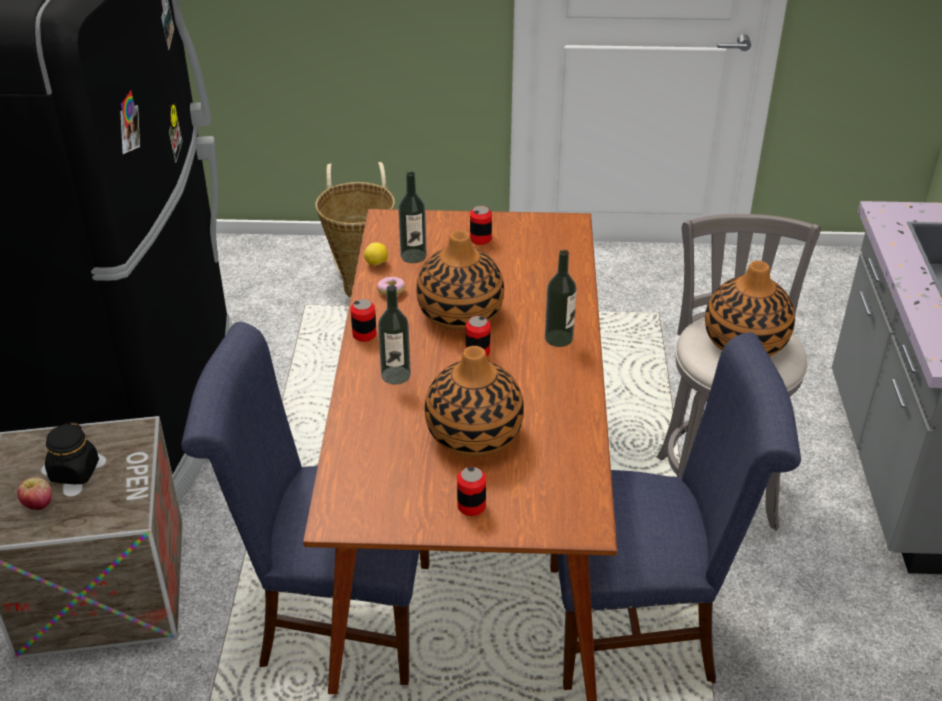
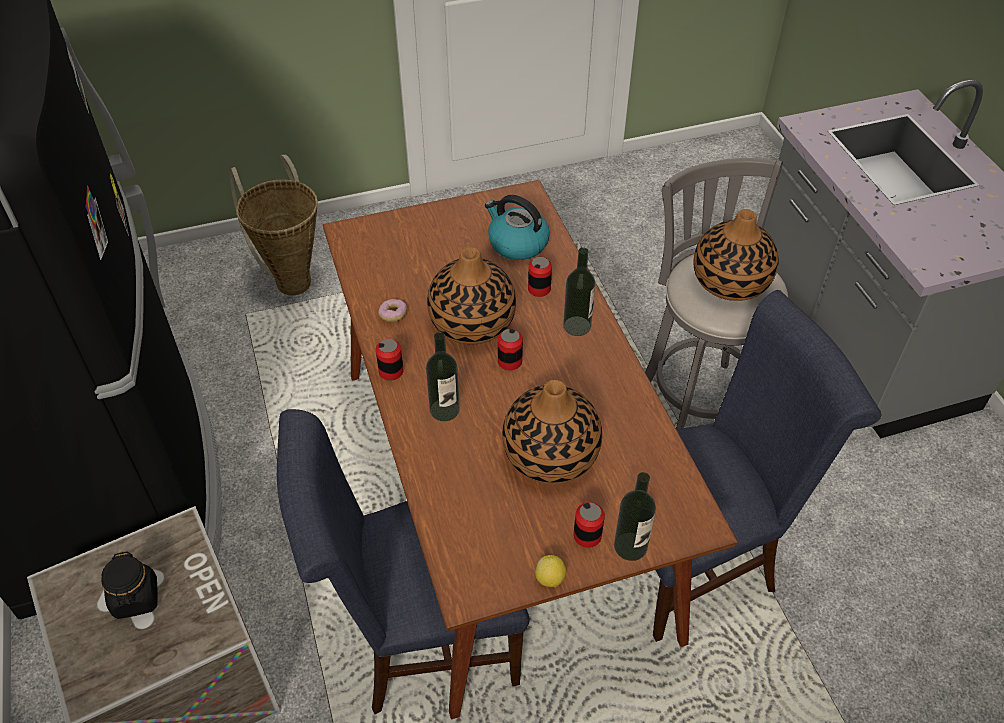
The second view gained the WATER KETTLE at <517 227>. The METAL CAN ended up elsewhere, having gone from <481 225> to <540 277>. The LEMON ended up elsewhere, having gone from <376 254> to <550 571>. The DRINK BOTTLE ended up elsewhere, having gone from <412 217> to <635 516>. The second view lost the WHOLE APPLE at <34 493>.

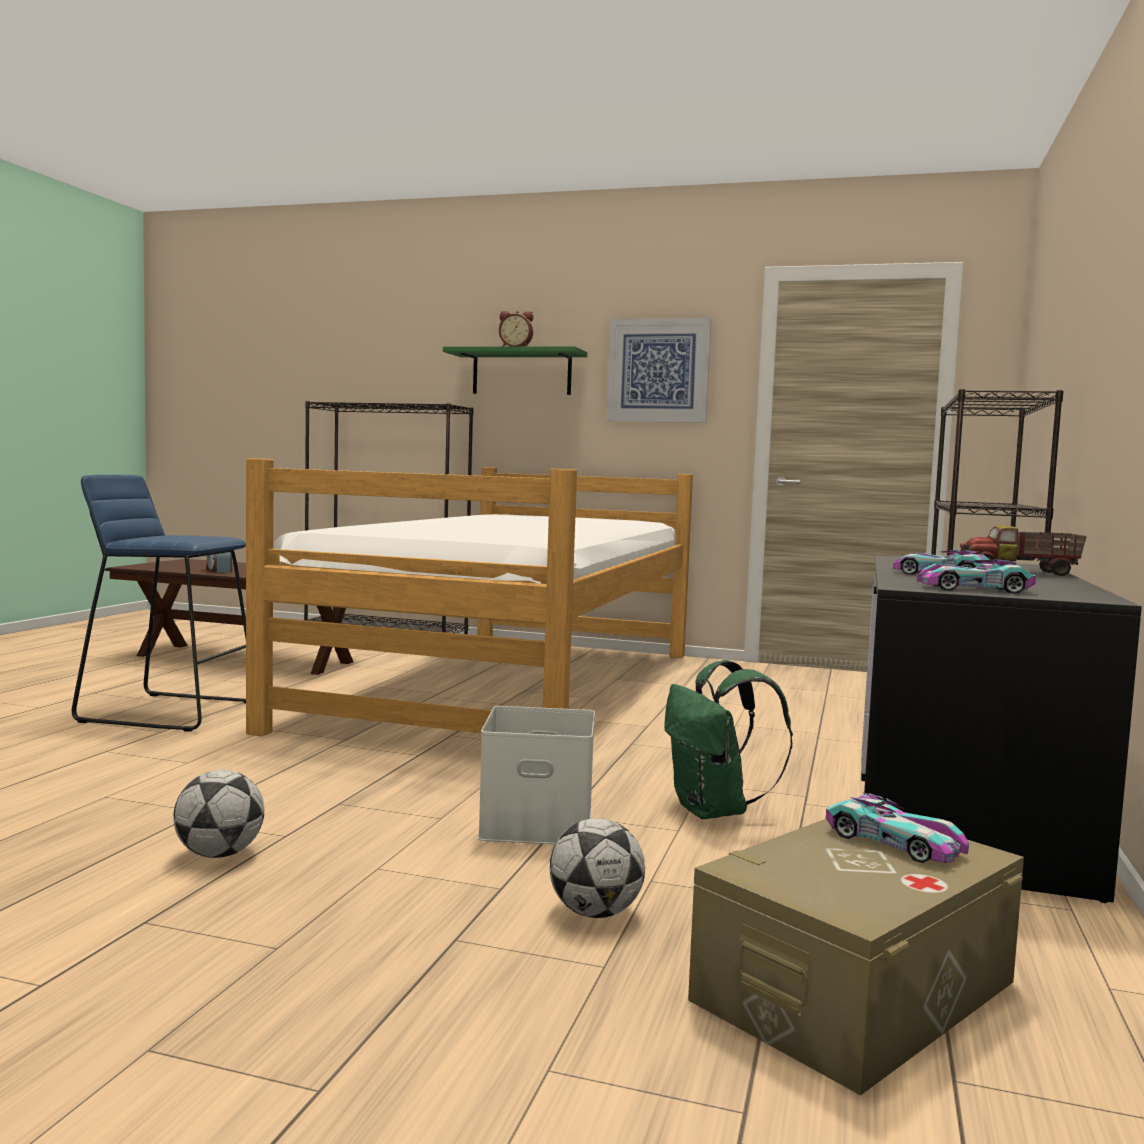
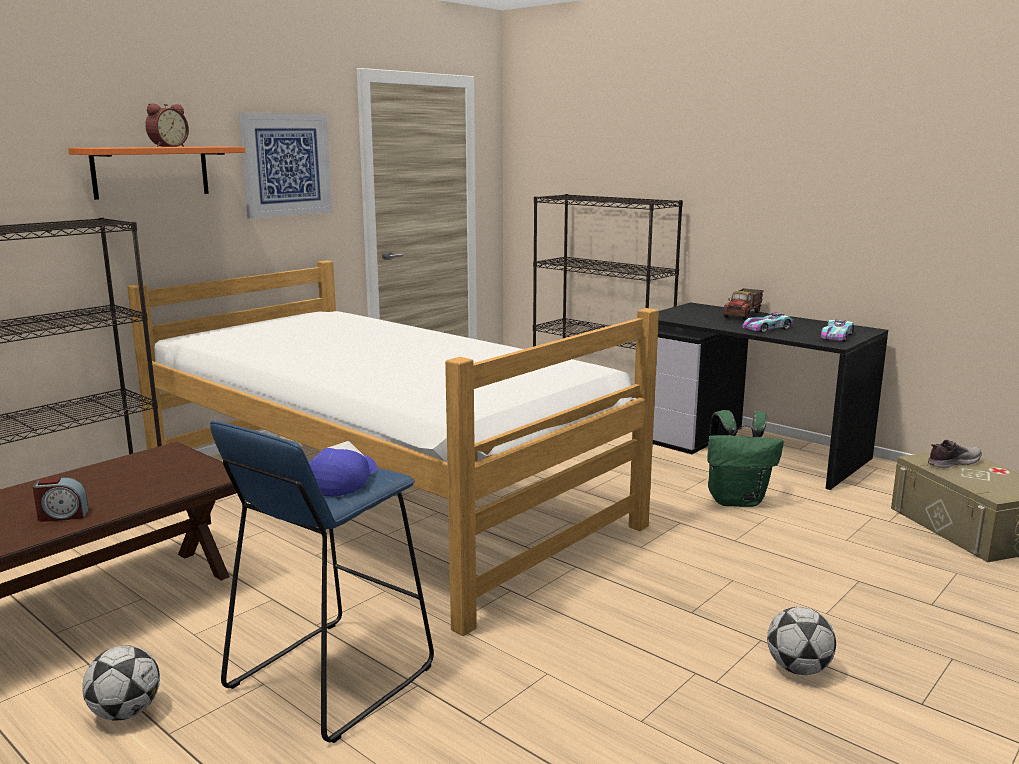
What was the GREENISH WALL SHELF at <515 370> turned into the ORANGE-COLOURED WALL SHELF at <156 173>. The FOOTBALL BALL ended up elsewhere, having gone from <597 868> to <121 683>. The second view gained the BASEBALL CAP at <343 468>. Where the MINIATURE CAR stood at <897 828>, the ITEM OF FOOTWEAR came to stand at <955 454>. The second view lost the WHITE STORAGE BOX at <536 775>.

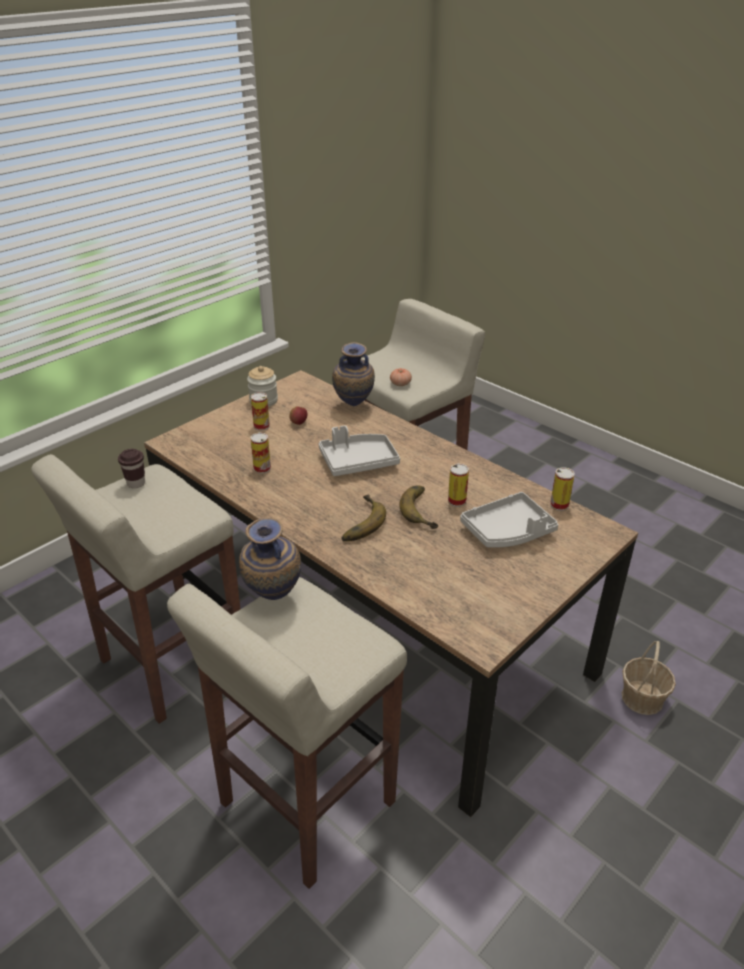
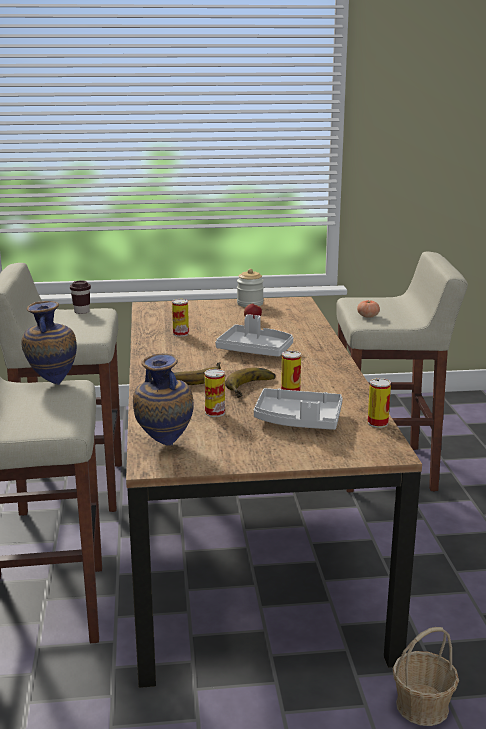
The FLOWER VASE ended up elsewhere, having gone from <353 374> to <163 400>. The METAL CAN ended up elsewhere, having gone from <260 411> to <214 393>.

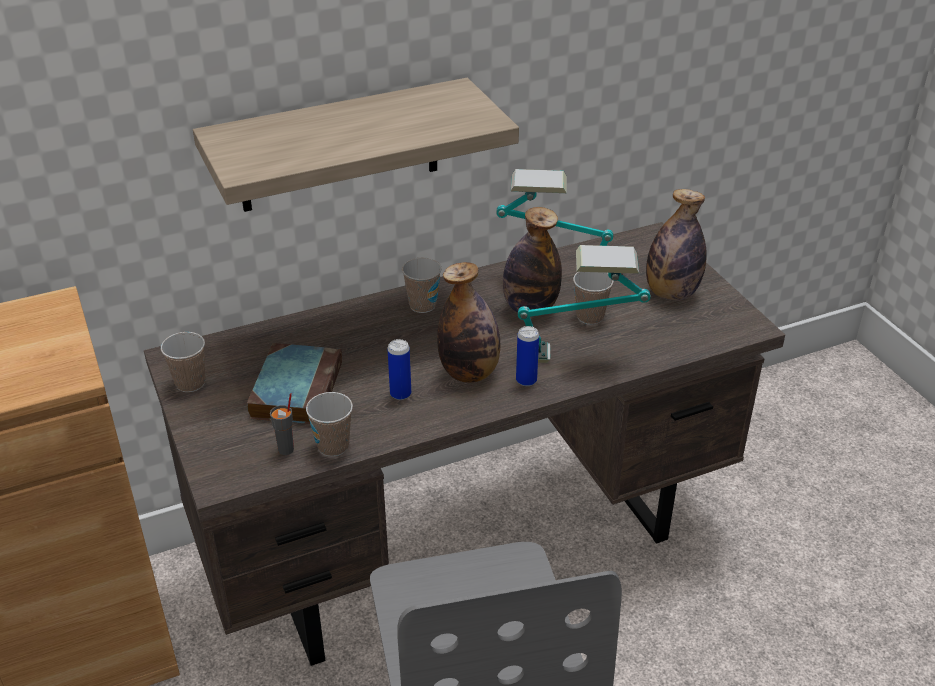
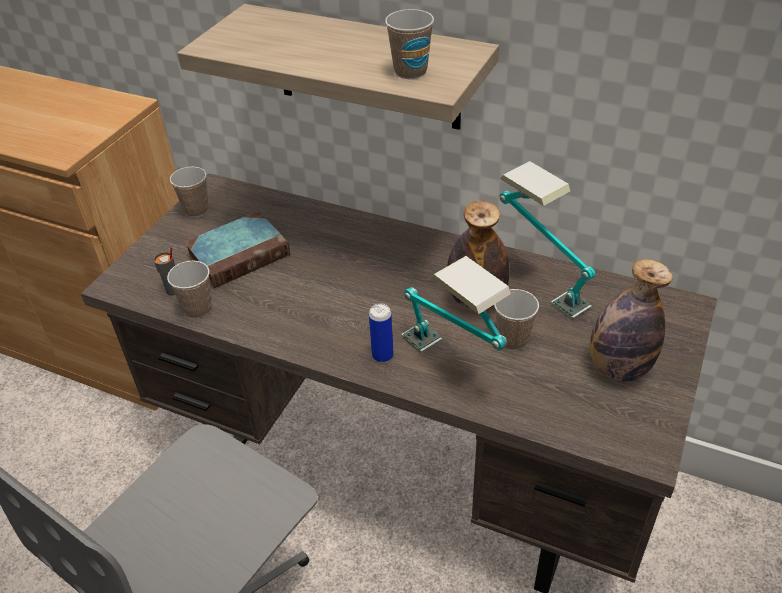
The CUP ended up elsewhere, having gone from <422 285> to <409 44>. The second view lost the METAL CAN at <399 369>. The second view lost the DRINK BOTTLE at <468 322>.

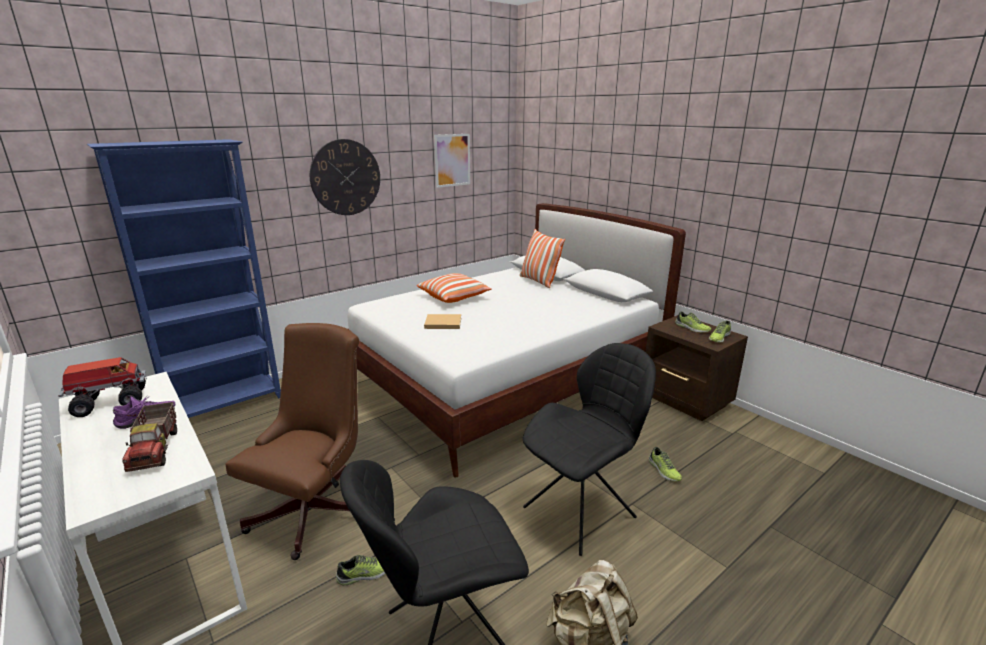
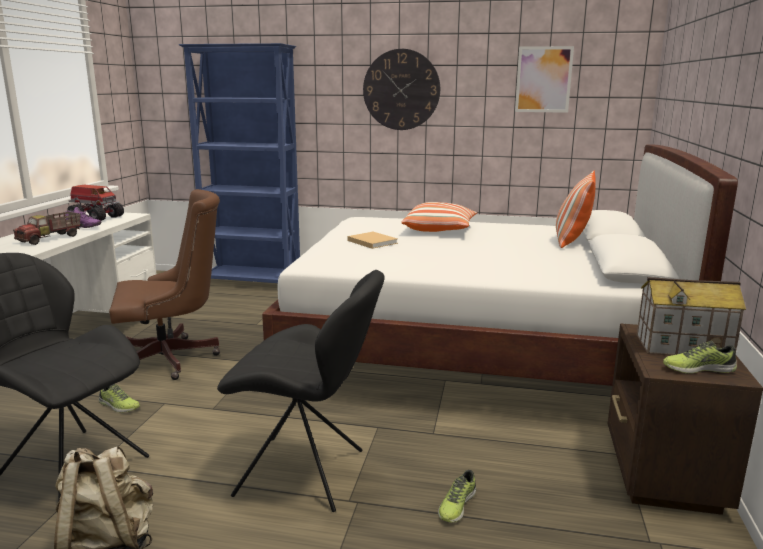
Where the ITEM OF FOOTWEAR stood at <693 322>, the TOY HOUSE came to stand at <691 316>.

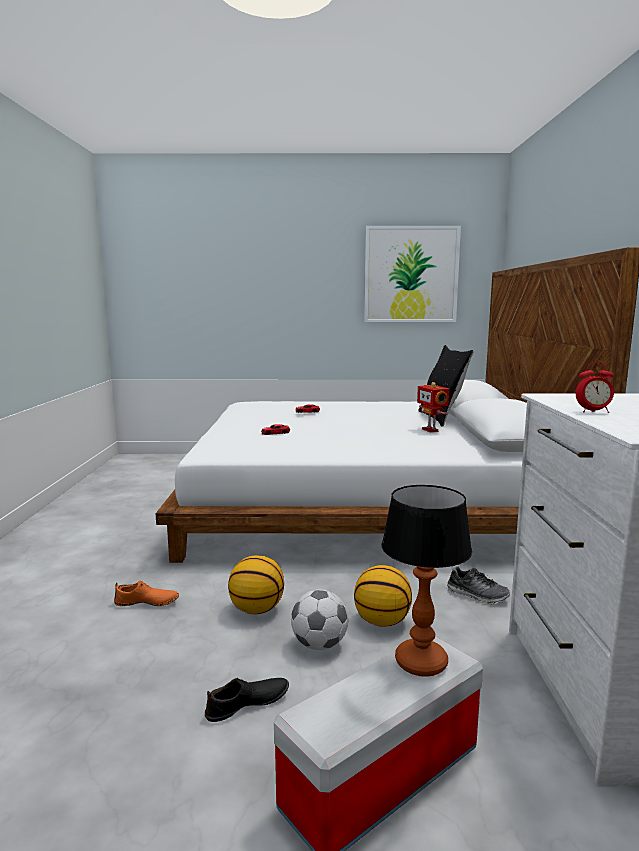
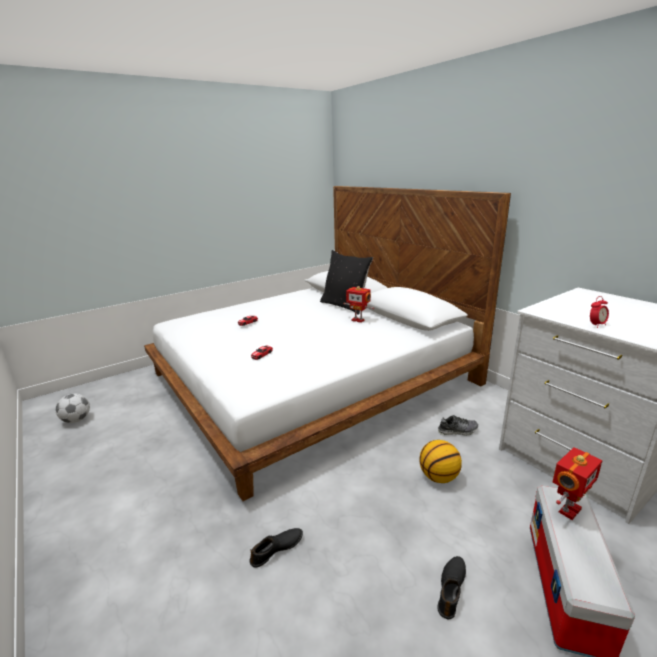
The FOOTBALL BALL ended up elsewhere, having gone from <319 619> to <73 408>. What was the ORANGE-COLOURED ITEM OF FOOTWEAR at <146 593> turned into the BLACKISH ITEM OF FOOTWEAR at <276 548>. Where the LAMP FOR A TABLE stood at <426 581>, the ROBOT FIGURE came to stand at <577 483>. The second view lost the BASKETBALL at <256 584>. The second view lost the WALL ART at <412 274>.

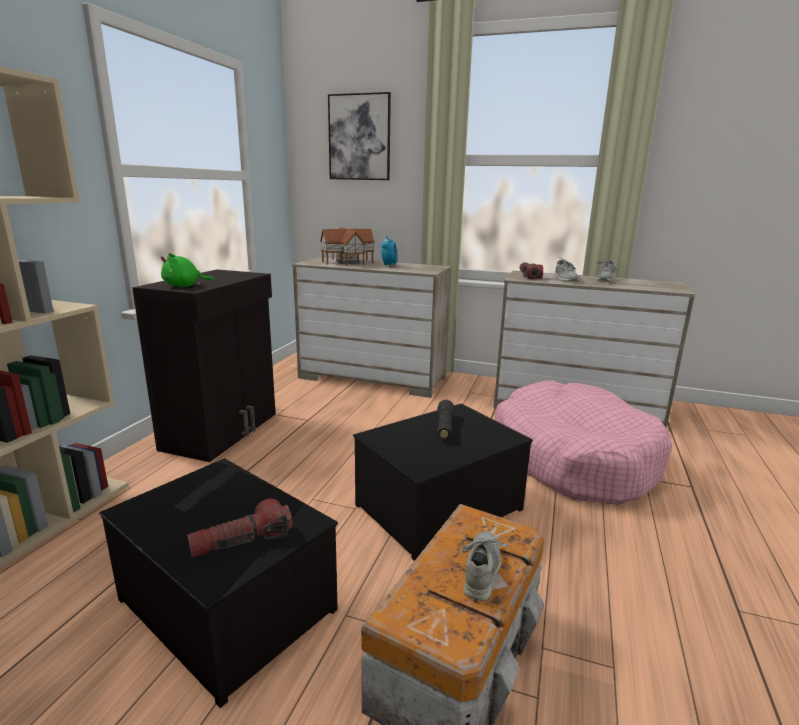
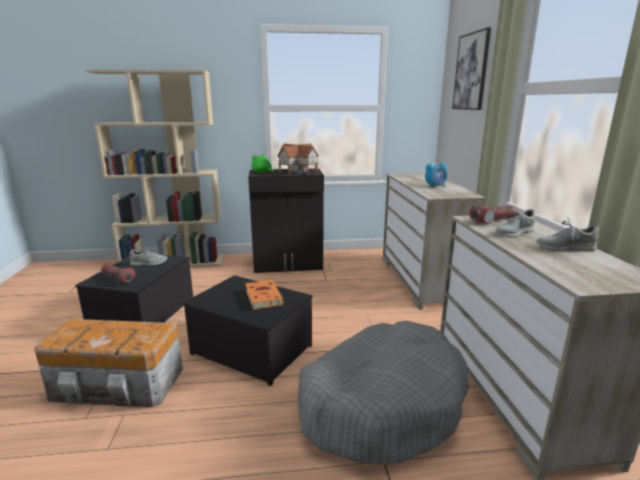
The GREYISH ITEM OF FOOTWEAR ended up elsewhere, having gone from <485 566> to <149 257>. Where the BLACKISH TORCH stood at <446 420>, the ORANGE-COLOURED VOLUME came to stand at <264 295>. The TOY HOUSE ended up elsewhere, having gone from <347 246> to <298 159>. What was the PINK DOG BED at <583 442> turned into the GREYISH DOG BED at <383 393>.

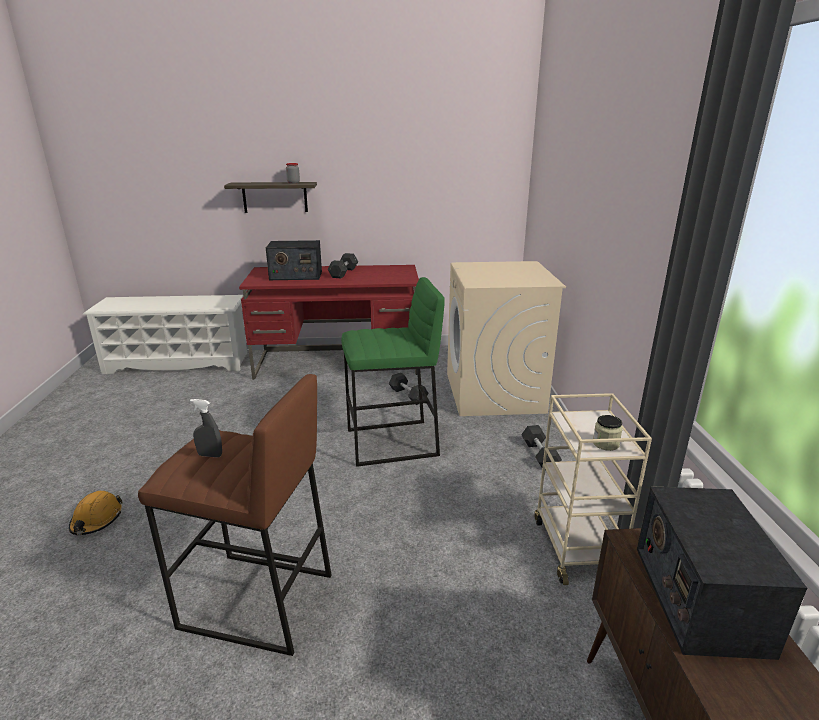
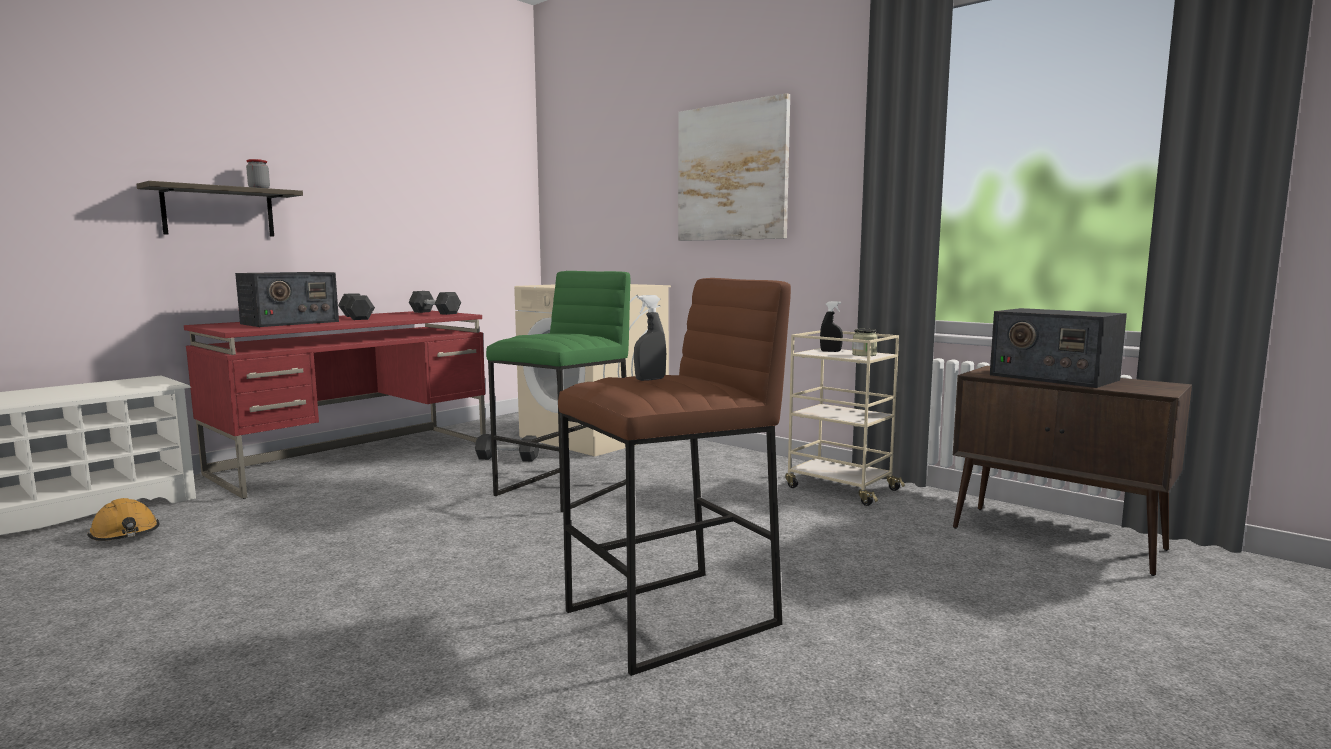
The ORANGE-COLOURED HARD HAT ended up elsewhere, having gone from <95 513> to <123 519>. The GREYISH FREE WEIGHT ended up elsewhere, having gone from <541 447> to <435 303>. The second view gained the WALL ART at <734 167>. The second view gained the BLACKISH HAND SPRAYER at <831 326>.

